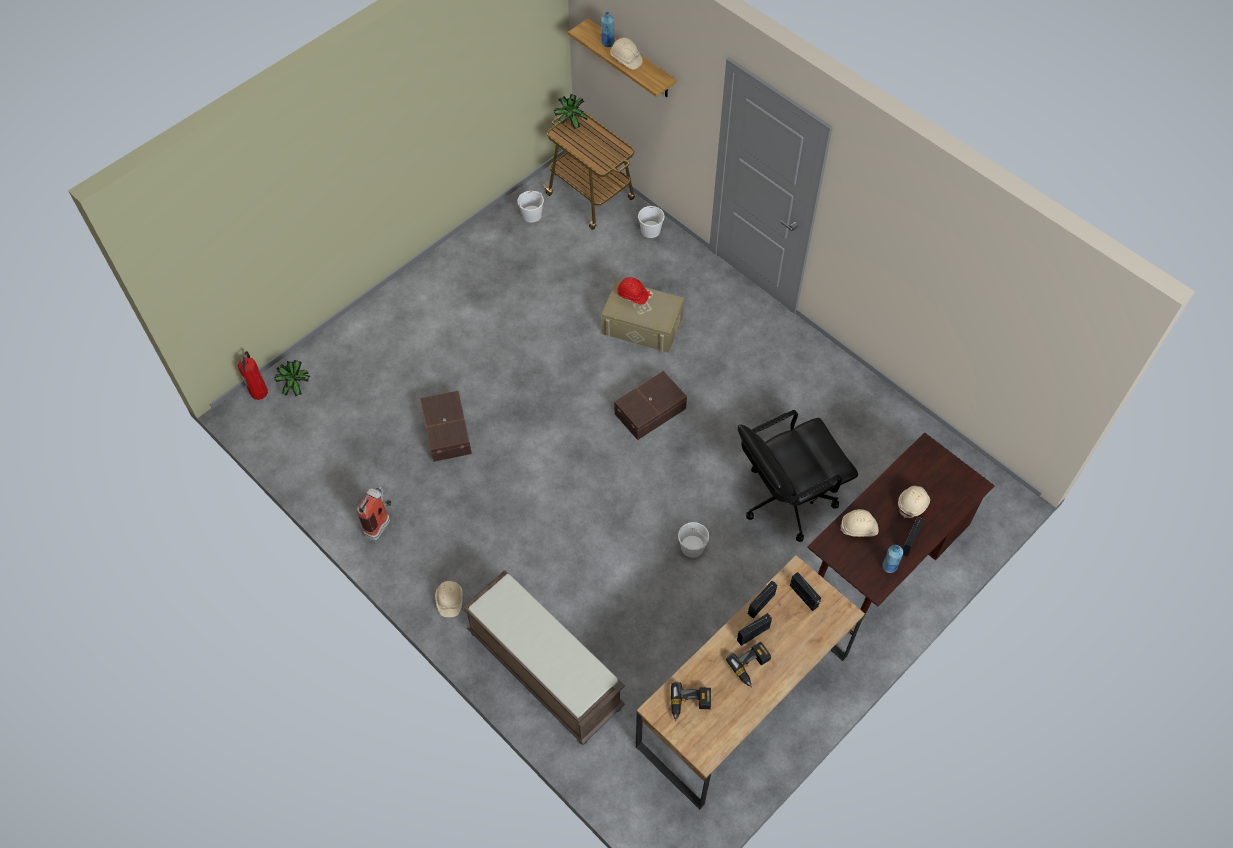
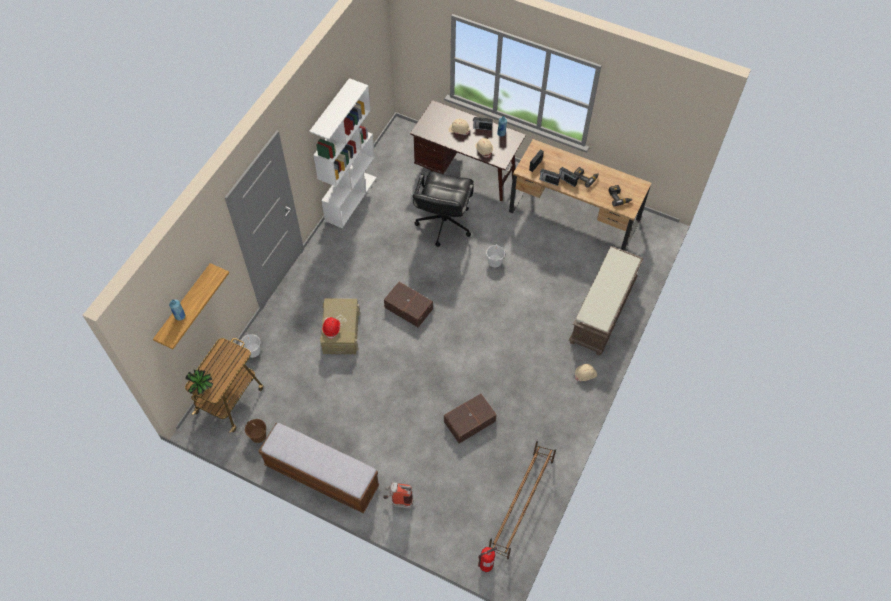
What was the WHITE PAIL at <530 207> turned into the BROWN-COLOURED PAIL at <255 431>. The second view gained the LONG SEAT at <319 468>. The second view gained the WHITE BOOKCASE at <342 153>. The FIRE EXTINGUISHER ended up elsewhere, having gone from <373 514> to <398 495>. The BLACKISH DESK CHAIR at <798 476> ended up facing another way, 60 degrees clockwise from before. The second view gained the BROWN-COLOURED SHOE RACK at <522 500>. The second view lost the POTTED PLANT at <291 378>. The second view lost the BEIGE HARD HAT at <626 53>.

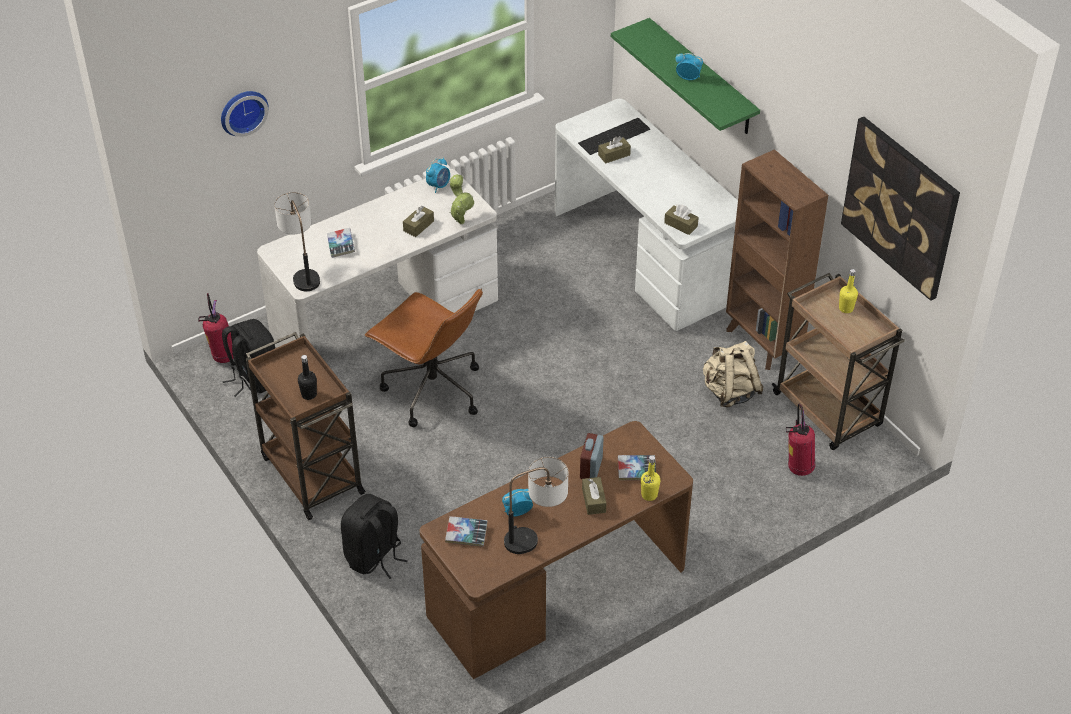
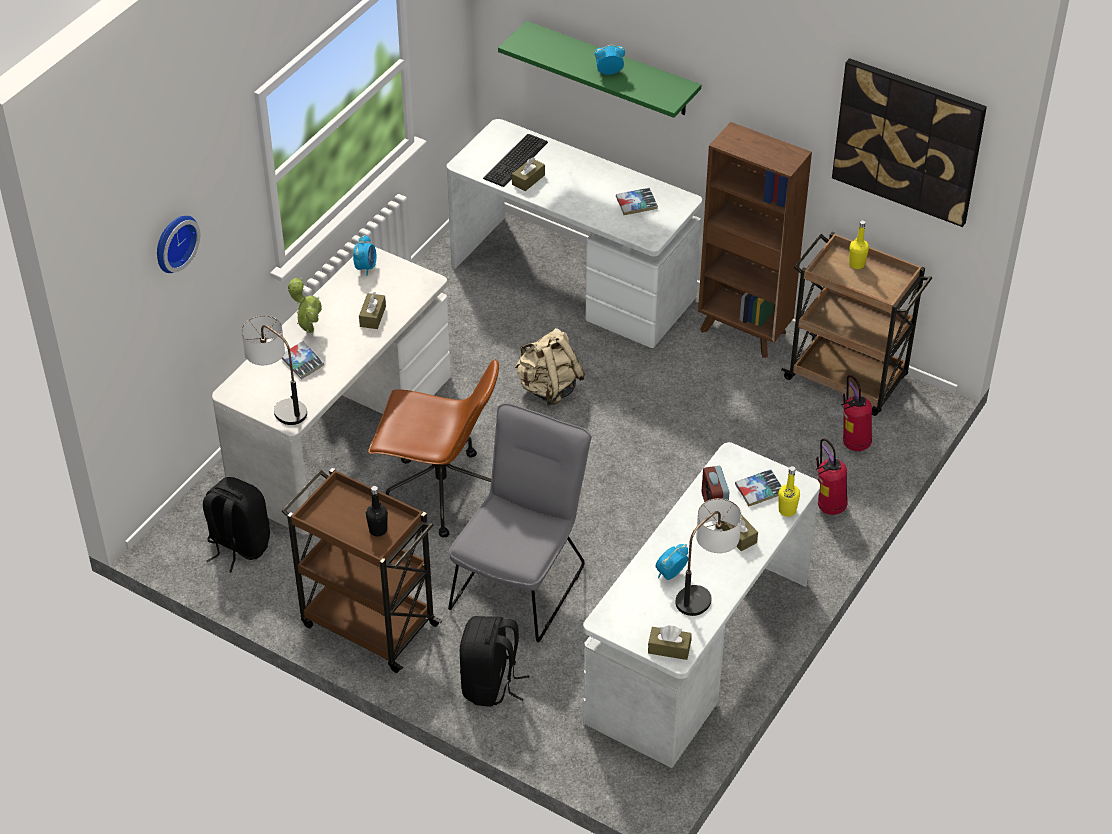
The POTTED PLANT ended up elsewhere, having gone from <461 199> to <305 305>. The second view gained the GREYISH UPRIGHT CHAIR at <520 522>. The BEIGE KNAPSACK ended up elsewhere, having gone from <733 374> to <549 367>. What was the BROWN-COLOURED DESK TABLE at <556 550> turned into the WHITE DESK TABLE at <701 605>. The VOLUME ended up elsewhere, having gone from <466 531> to <637 201>. The BROWN-COLOURED TISSUE BOX ended up elsewhere, having gone from <681 219> to <669 642>. The FIRE EXTINGUISHER ended up elsewhere, having gone from <216 328> to <832 477>.

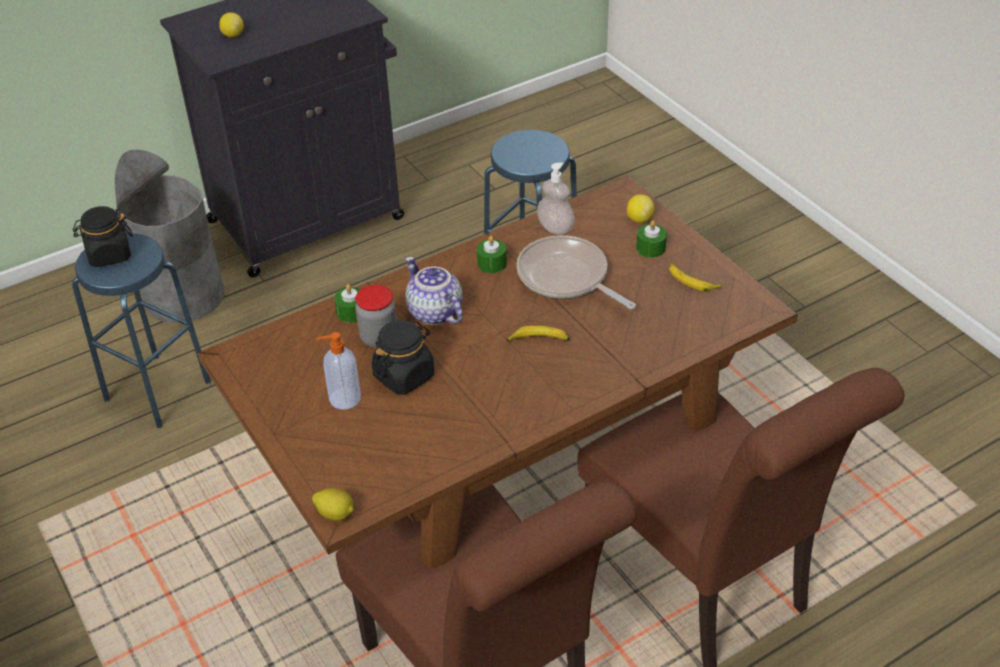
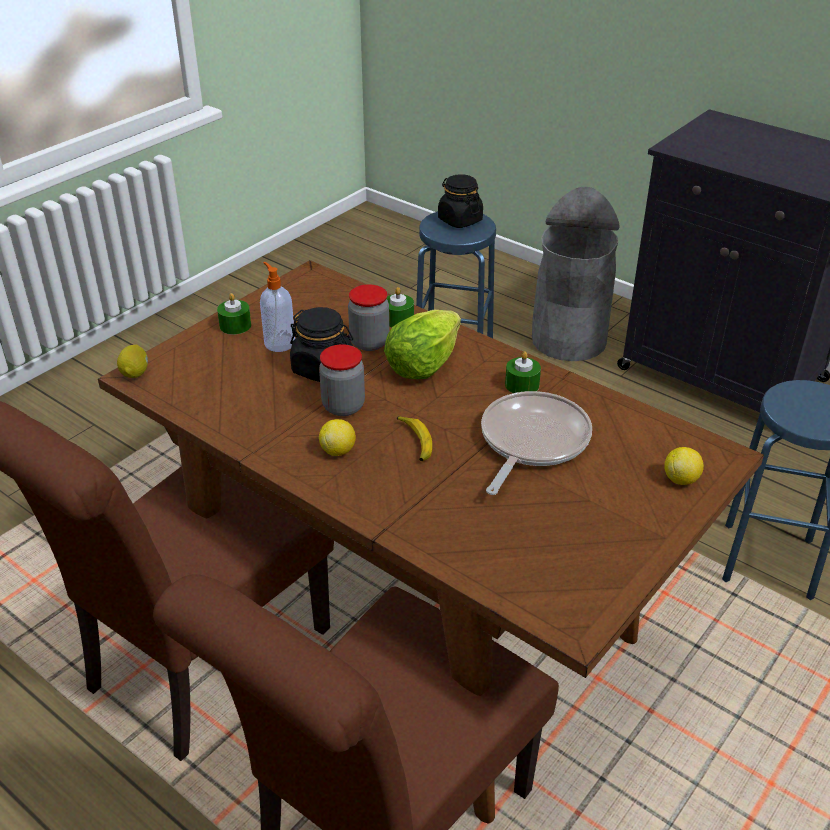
The GREENISH WAX LIGHT ended up elsewhere, having gone from <651 239> to <234 314>. The second view gained the JAR at <342 380>. The LEMON ended up elsewhere, having gone from <231 25> to <337 437>. Where the TEAPOT stood at <434 291>, the LETTUCE HEAD came to stand at <422 344>. The second view lost the SOAP BOTTLE at <556 198>. The second view lost the BANANA FRUIT at <695 277>.

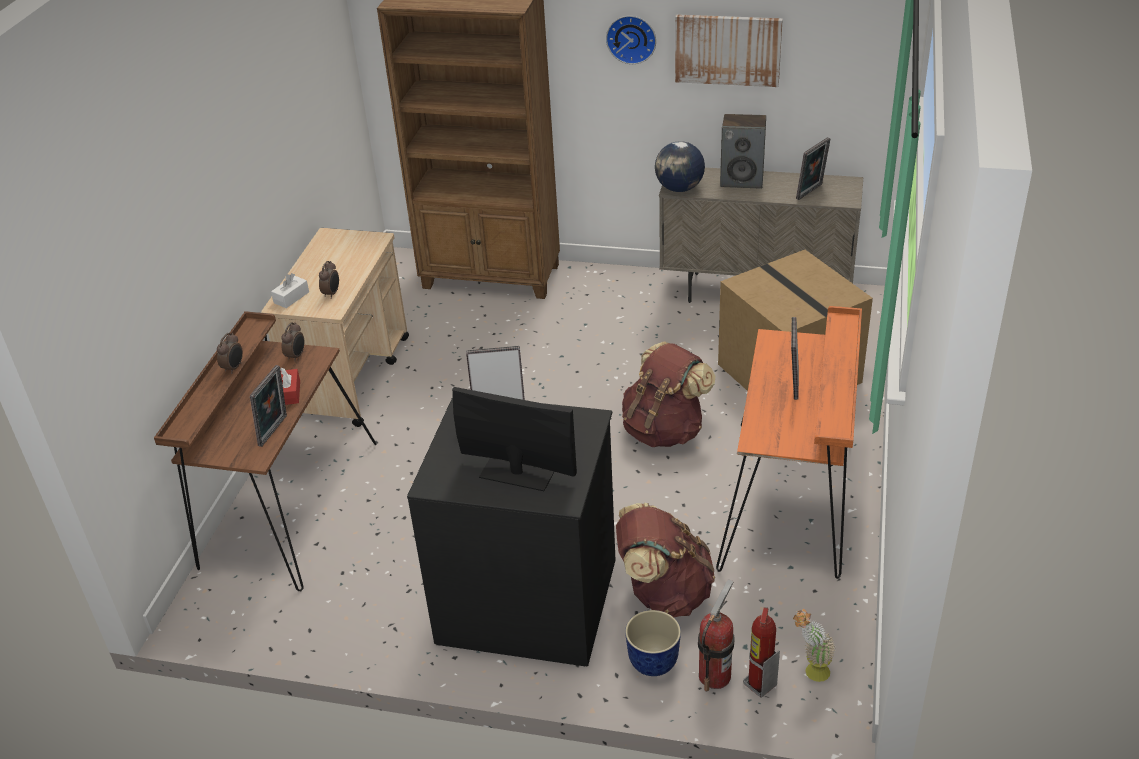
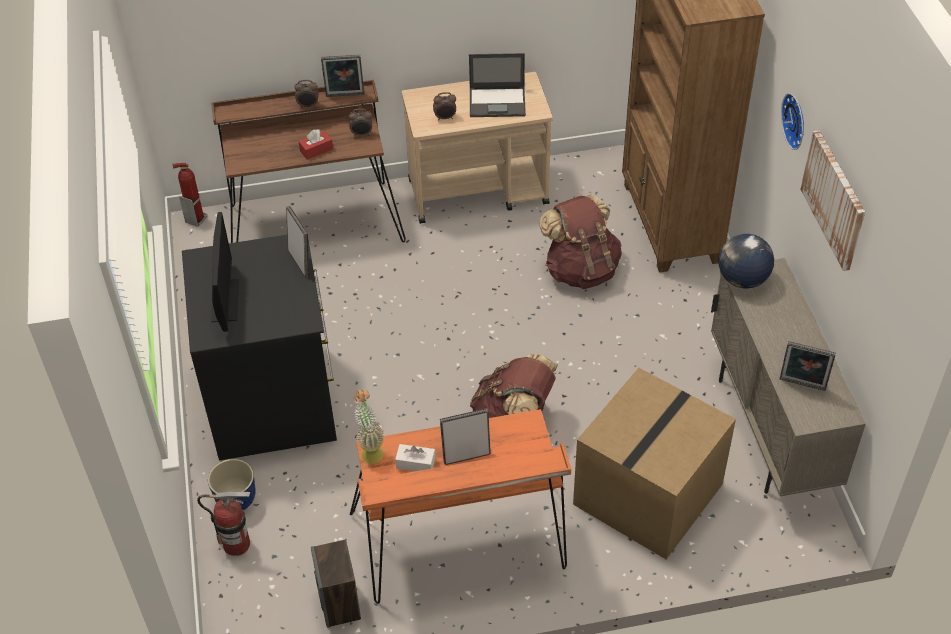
The FIRE EXTINGUISHER ended up elsewhere, having gone from <761 652> to <189 194>. The AUDIO SPEAKER ended up elsewhere, having gone from <743 151> to <336 584>. The PHOTO FRAME ended up elsewhere, having gone from <268 406> to <342 76>. The POTTED PLANT ended up elsewhere, having gone from <814 645> to <368 426>. The WHITE TISSUE BOX ended up elsewhere, having gone from <290 290> to <415 457>. The second view gained the PORTABLE COMPUTER at <497 85>. The BROWN-COLOURED KNAPSACK ended up elsewhere, having gone from <665 560> to <580 241>.

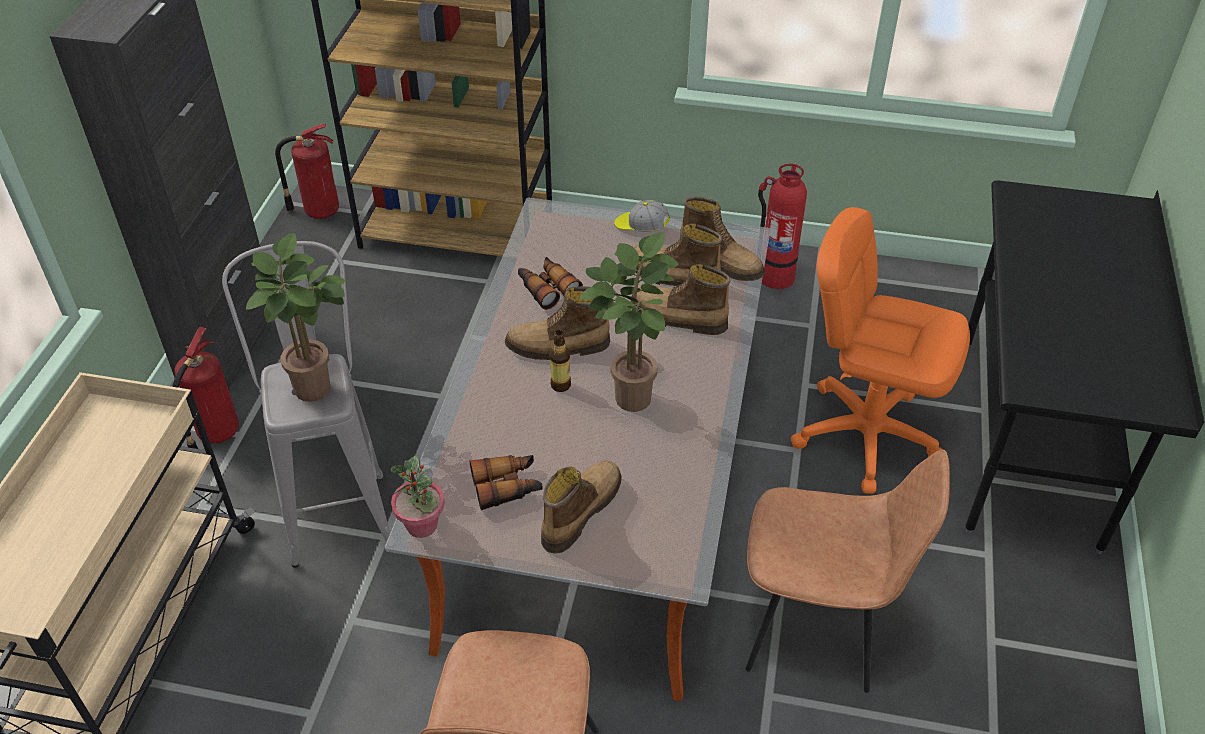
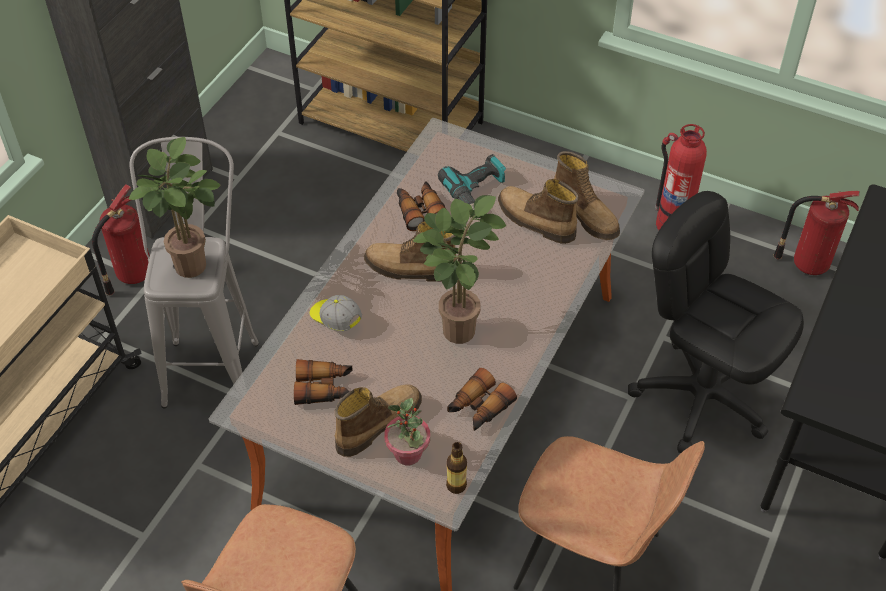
The BASEBALL CAP ended up elsewhere, having gone from <642 216> to <336 313>. The POTTED PLANT ended up elsewhere, having gone from <417 497> to <407 431>. The second view gained the DRILL at <472 182>. The DRINK BOTTLE ended up elsewhere, having gone from <560 361> to <456 468>. The second view gained the BINOCULARS at <482 399>. What was the ORANGE-COLOURED DESK CHAIR at <880 350> turned into the BLACKISH DESK CHAIR at <716 322>. The FIRE EXTINGUISHER ended up elsewhere, having gone from <307 171> to <816 233>. The second view lost the BOOT at <680 299>.

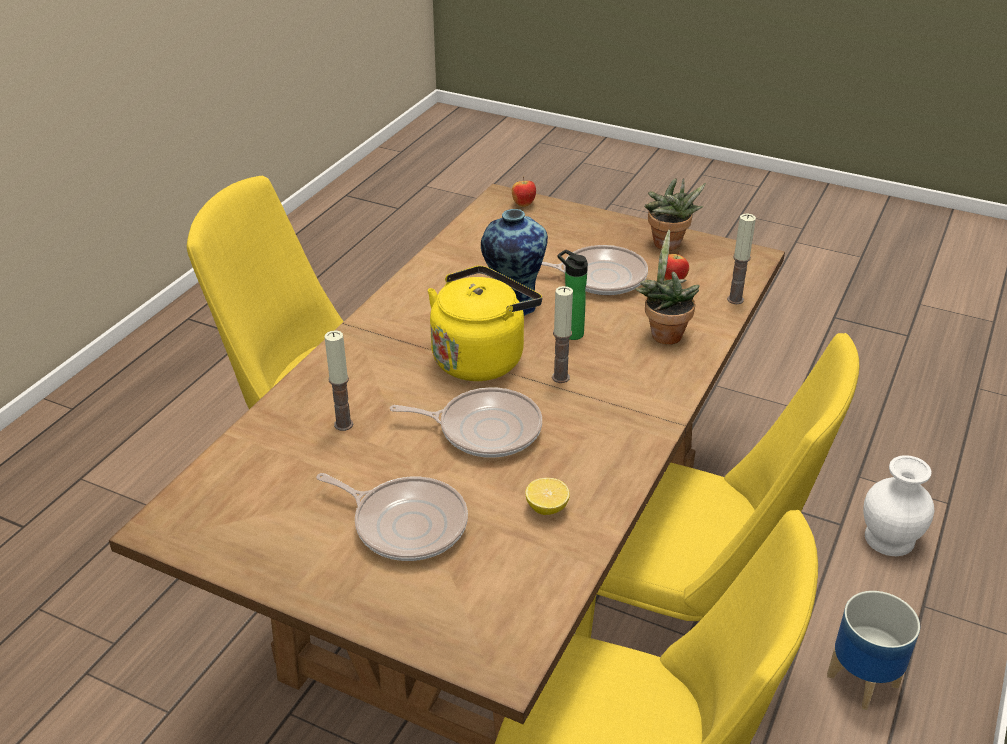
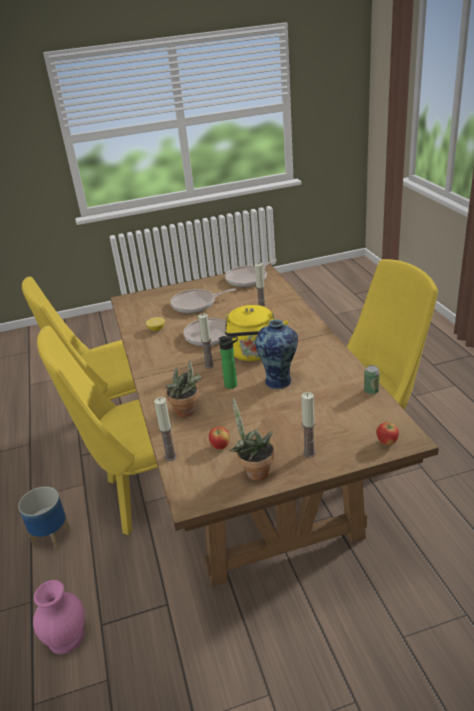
What was the WHITE FLOWER VASE at <898 505> turned into the PINK FLOWER VASE at <58 617>. The FRYING PAN ended up elsewhere, having gone from <594 270> to <251 273>. The second view gained the WAX LIGHT at <308 425>. The second view gained the METAL CAN at <372 380>.

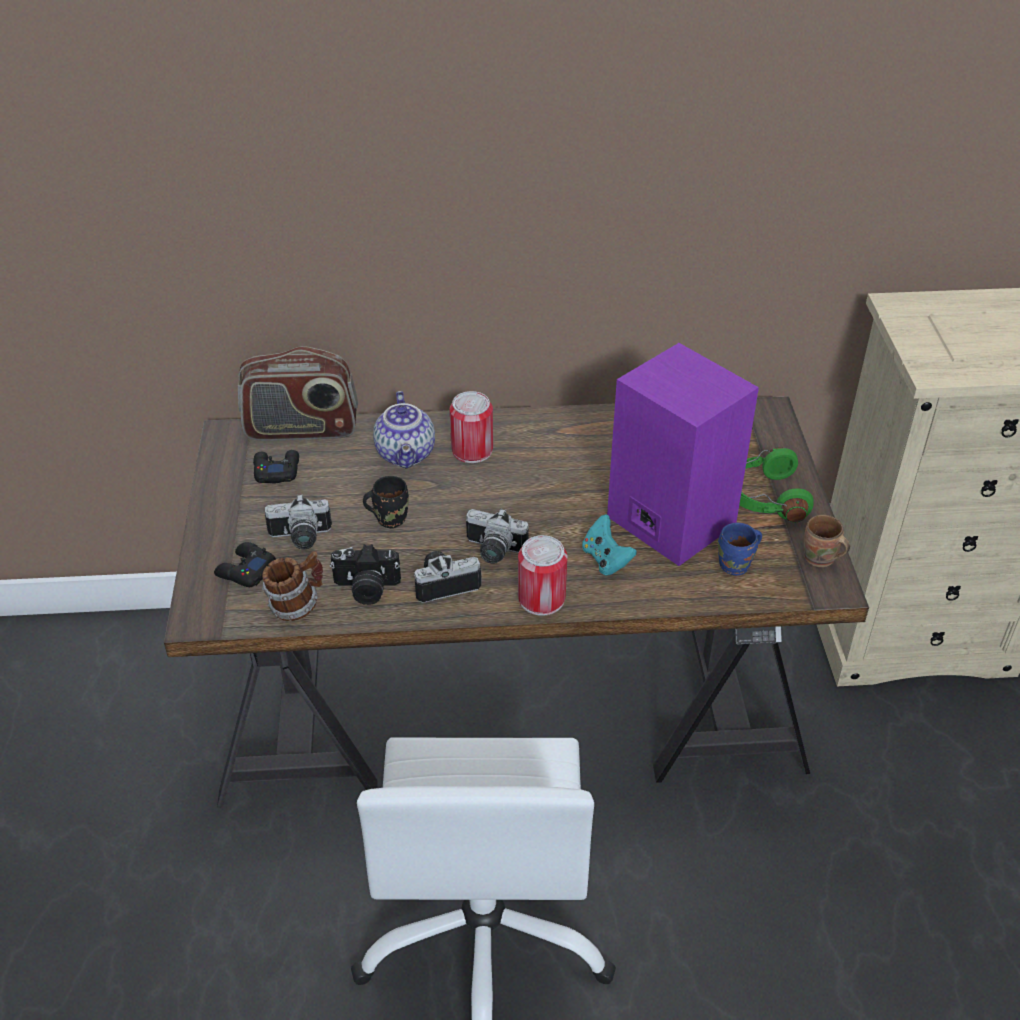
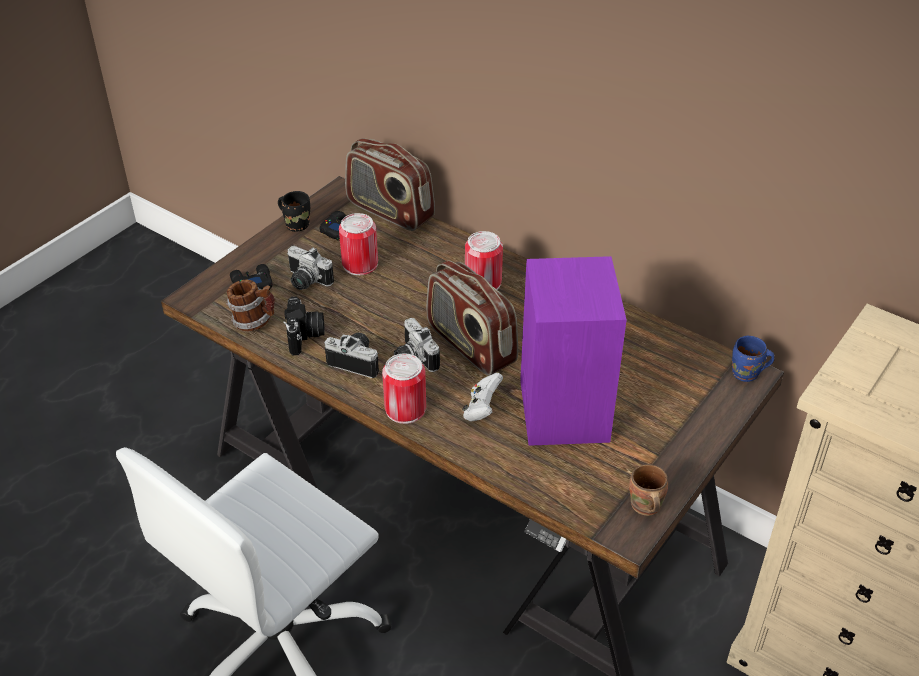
The BLACKISH COFFEE MUG ended up elsewhere, having gone from <386 502> to <294 211>. The STILL CAMERA at <365 574> ended up facing another way, 135 degrees counterclockwise from before. The second view gained the METAL CAN at <358 244>. The second view gained the RADIO at <472 318>. What was the TURQUOISE GAMEPAD at <609 544> turned into the WHITE GAMEPAD at <482 397>. The BLUISH COFFEE MUG ended up elsewhere, having gone from <740 549> to <753 359>. The second view lost the TEAPOT at <404 430>. The second view lost the GREENISH HEADSET at <776 484>.

